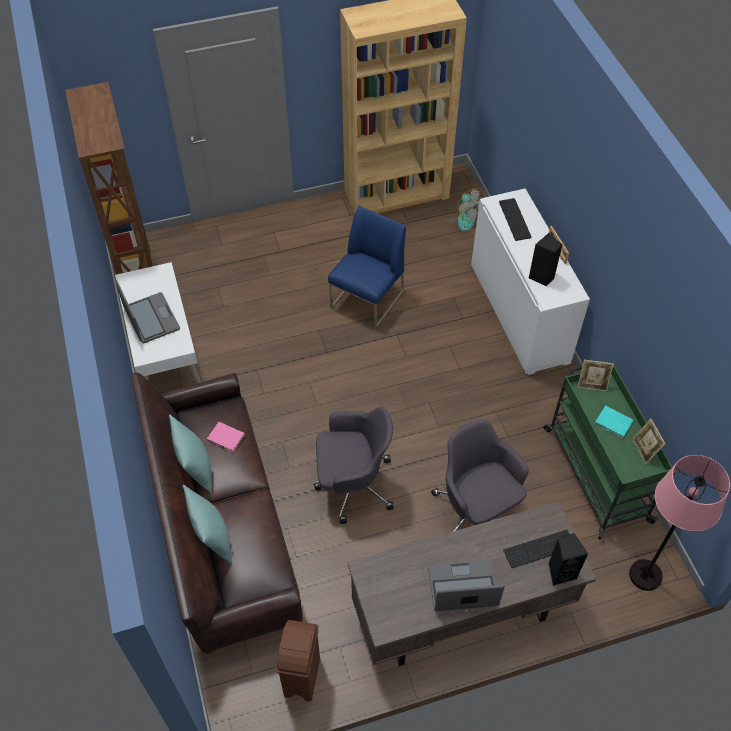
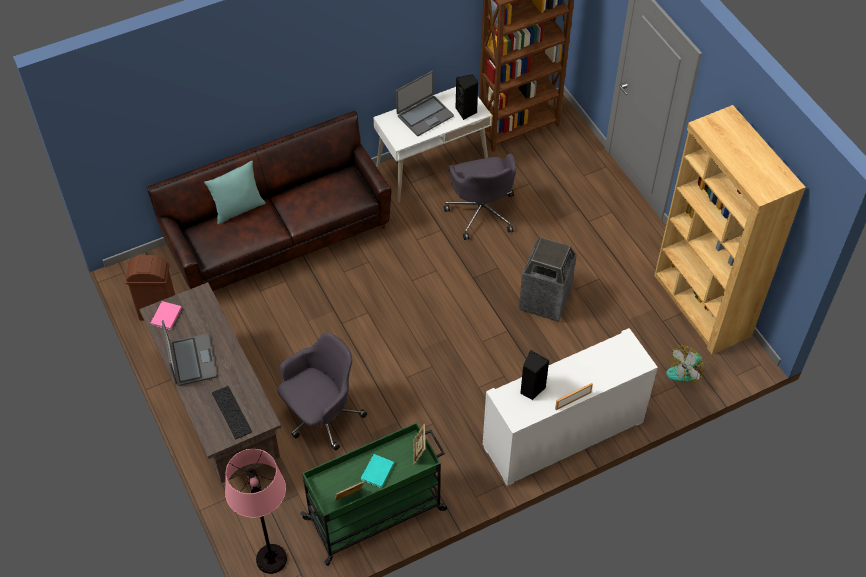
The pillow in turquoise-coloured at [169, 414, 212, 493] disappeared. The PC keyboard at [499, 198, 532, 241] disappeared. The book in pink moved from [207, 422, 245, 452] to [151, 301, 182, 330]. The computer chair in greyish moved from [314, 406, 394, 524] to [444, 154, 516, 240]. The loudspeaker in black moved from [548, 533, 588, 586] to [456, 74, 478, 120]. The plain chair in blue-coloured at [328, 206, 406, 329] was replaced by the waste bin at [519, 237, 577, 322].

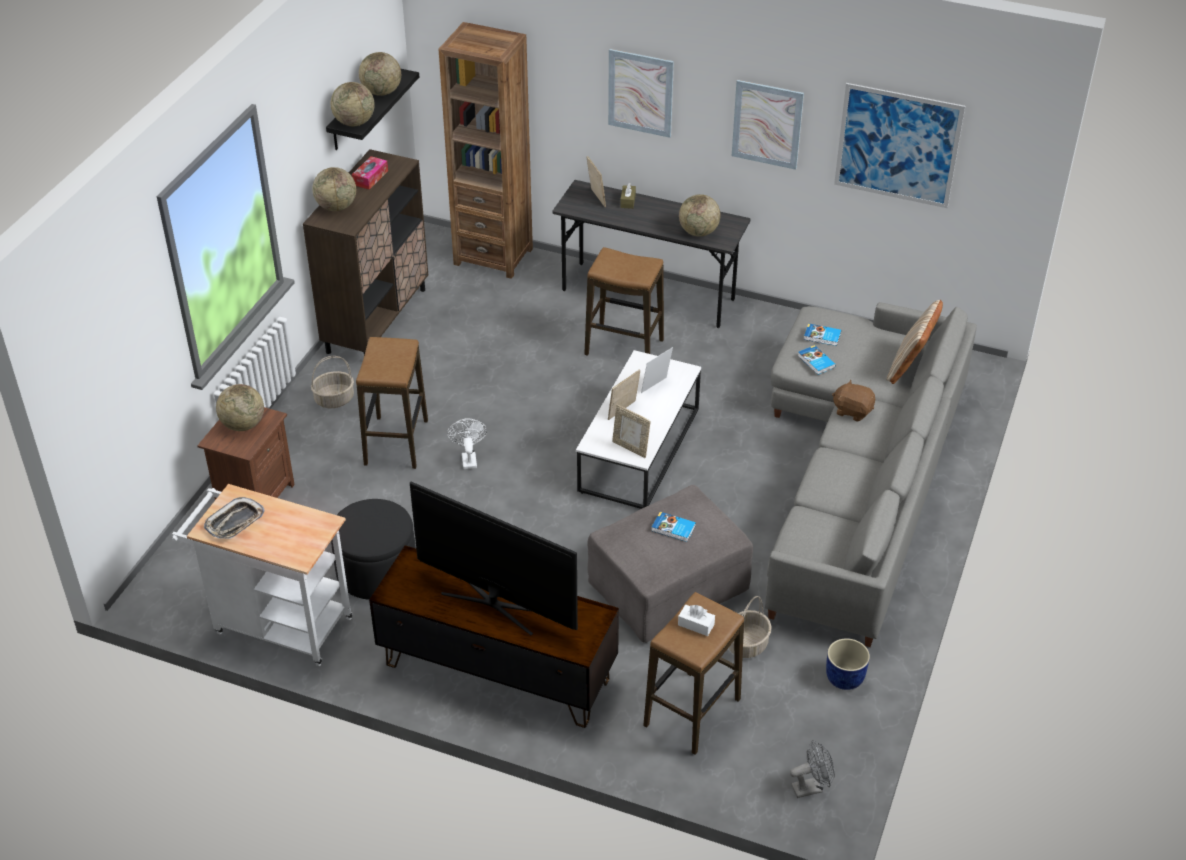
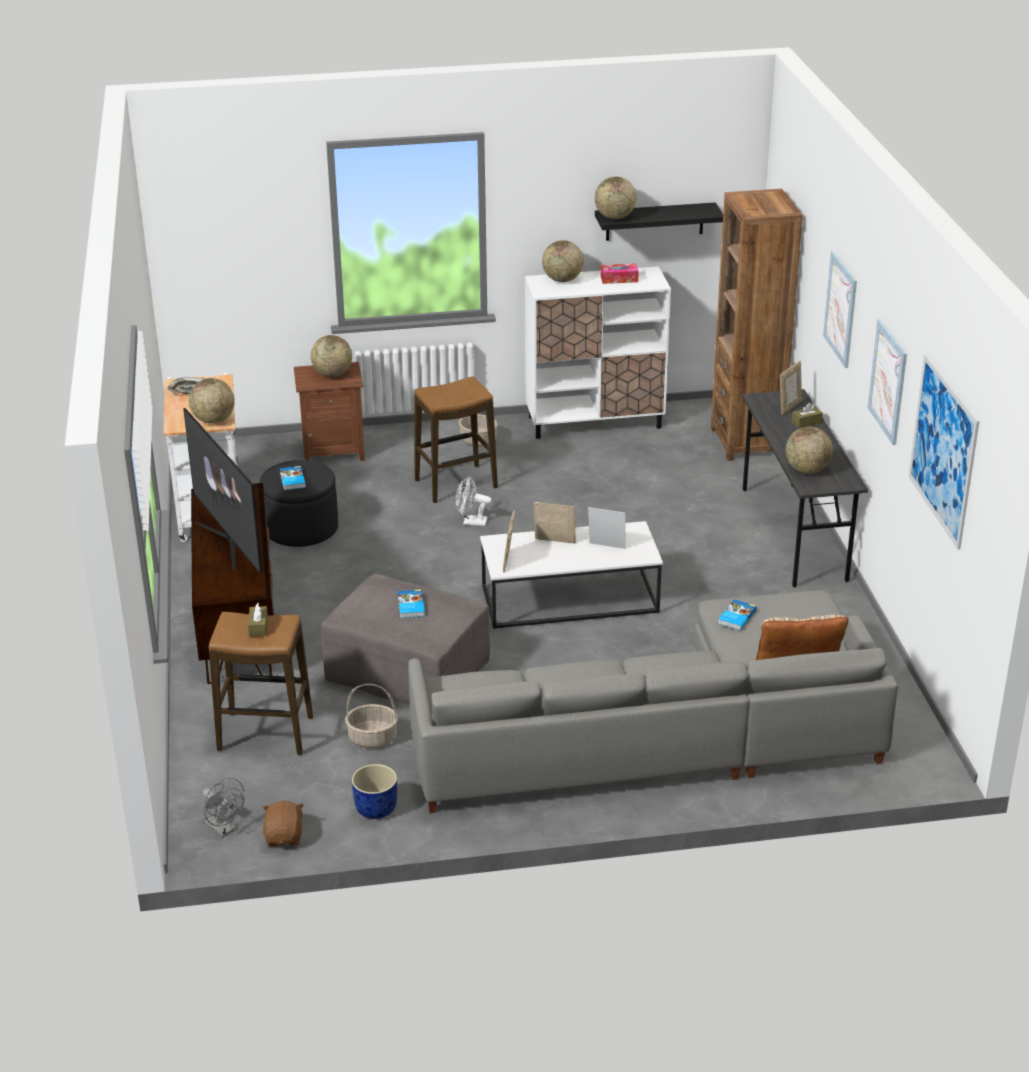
The stool at [584, 247, 664, 356] disappeared. The globe moved from [359, 52, 401, 96] to [189, 378, 235, 424]. The book moved from [804, 323, 841, 346] to [280, 466, 306, 490]. The cuddly toy in brown moved from [832, 380, 875, 422] to [262, 801, 304, 846]. The cabinet in brown at [303, 149, 428, 355] became the cabinet in whitish at [525, 266, 671, 439]. The box of tissues in whitish at [678, 605, 715, 636] became the box of tissues in brown at [248, 603, 268, 637]. The TV at [410, 482, 578, 635] turned 150 degrees clockwise. The electric fan in whitish at [447, 418, 487, 469] turned 135 degrees counterclockwise.

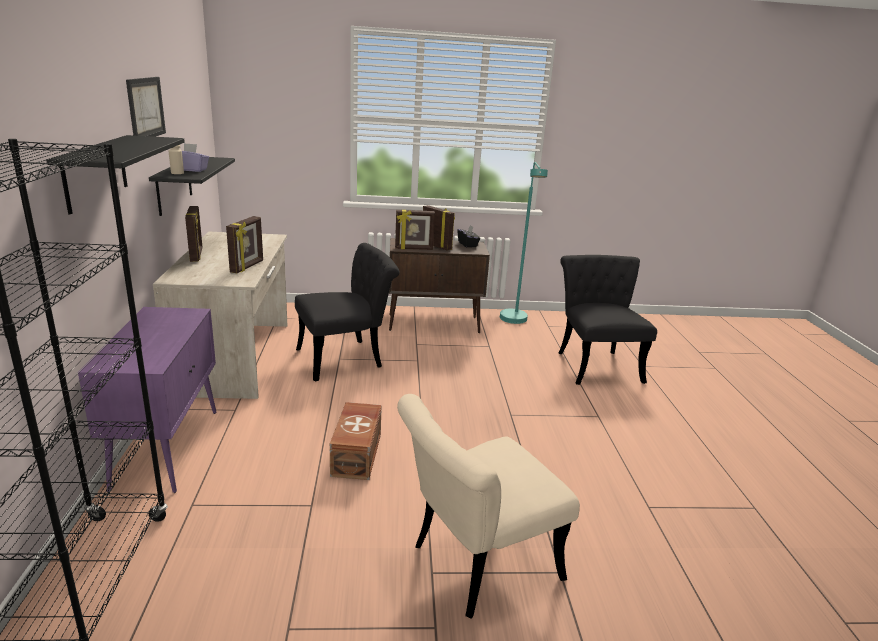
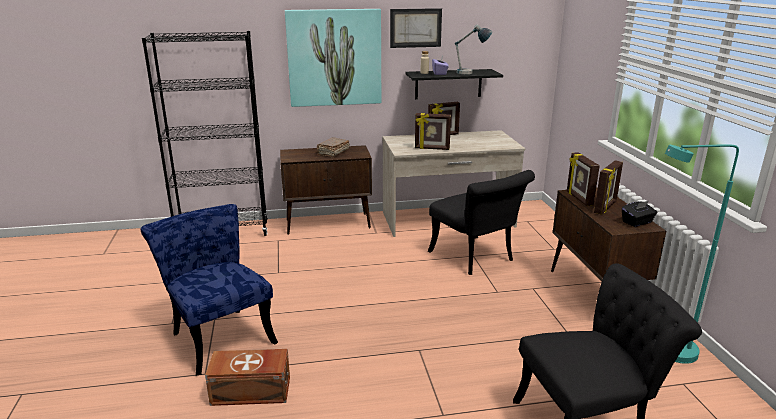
The book in brown at [317, 138, 350, 158] appeared. The lamp for a table at [455, 24, 492, 74] appeared. The storage box in brown moved from [330, 402, 382, 480] to [205, 349, 290, 406]. The wall shelf in black at [46, 135, 185, 214] was replaced by the wall picture at [285, 9, 381, 107]. The cabinet in purple-coloured at [78, 307, 217, 493] became the cabinet in brown at [280, 145, 372, 235]. The plain chair in beige at [397, 394, 580, 618] became the plain chair in blue-coloured at [140, 204, 278, 376].

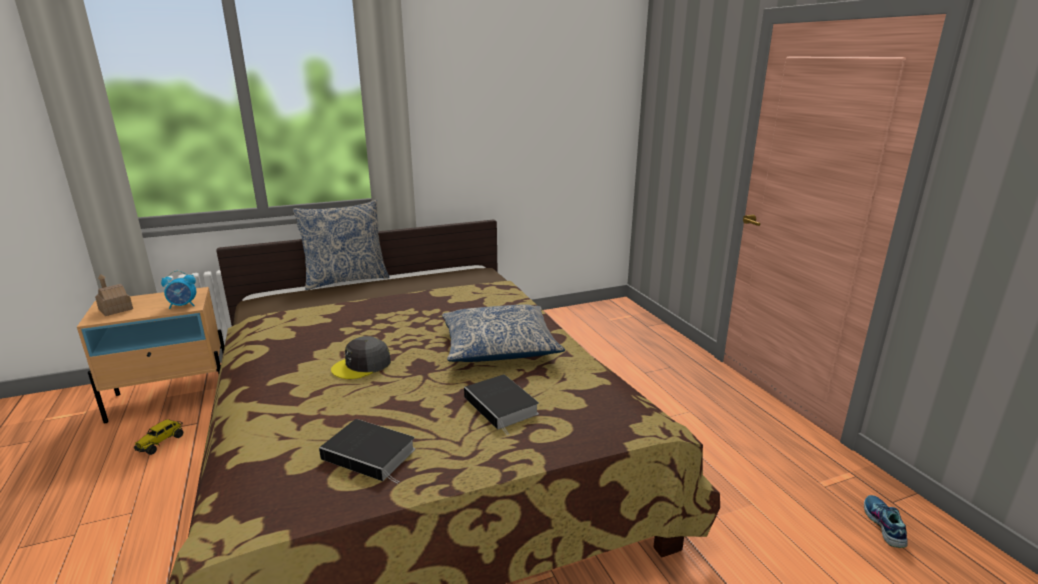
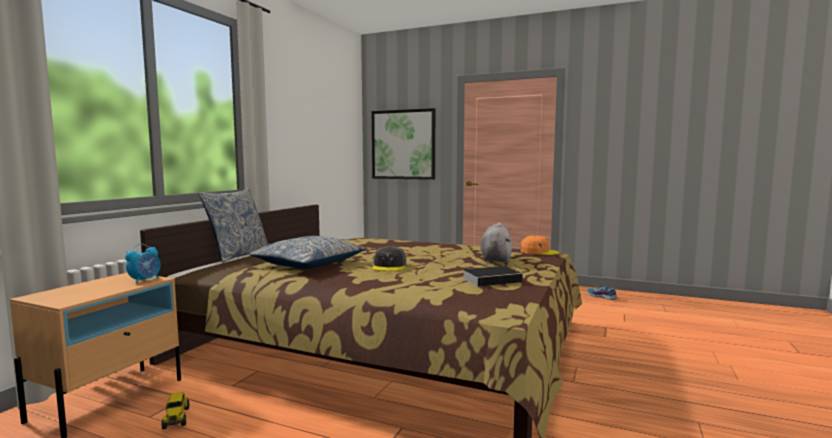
The model house at [95, 274, 133, 316] disappeared. The wall picture at [372, 108, 435, 180] appeared. The peaked cap in orangey at [521, 235, 559, 255] appeared. The pillow moved from [442, 305, 565, 362] to [249, 236, 366, 269]. The book at [464, 374, 539, 435] was replaced by the cuddly toy in greyish at [481, 222, 512, 263].

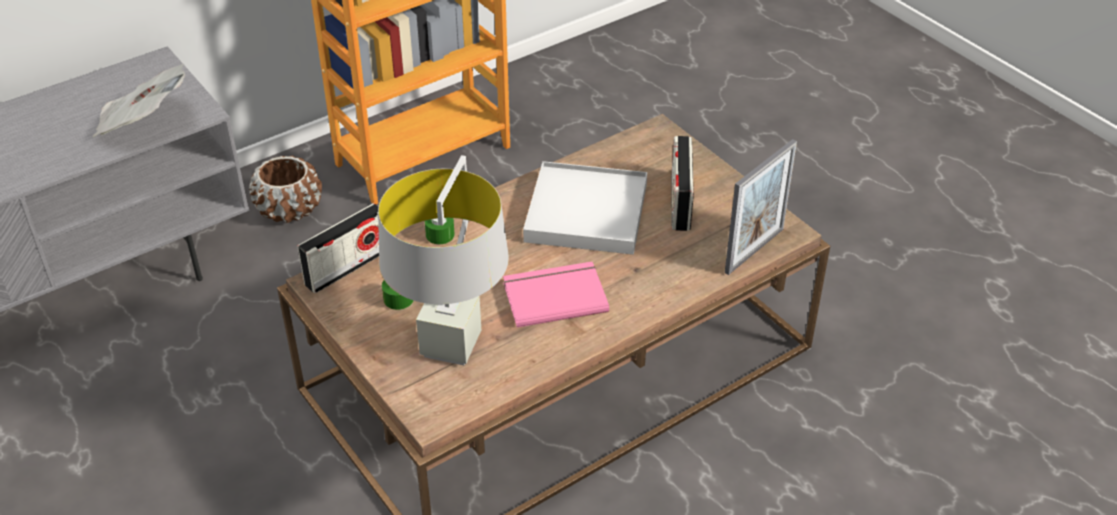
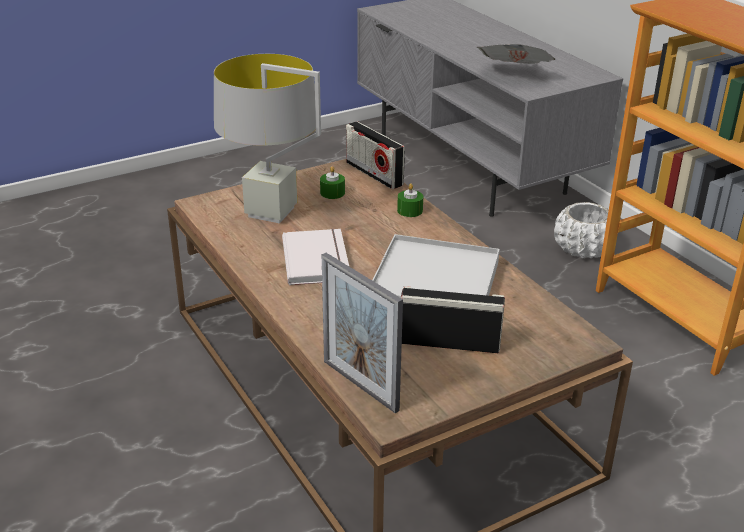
The planter in brown at [249, 156, 322, 223] became the planter in whitish at [554, 202, 609, 258]. The book in pink at [503, 262, 609, 328] became the book in whitish at [282, 229, 349, 285].

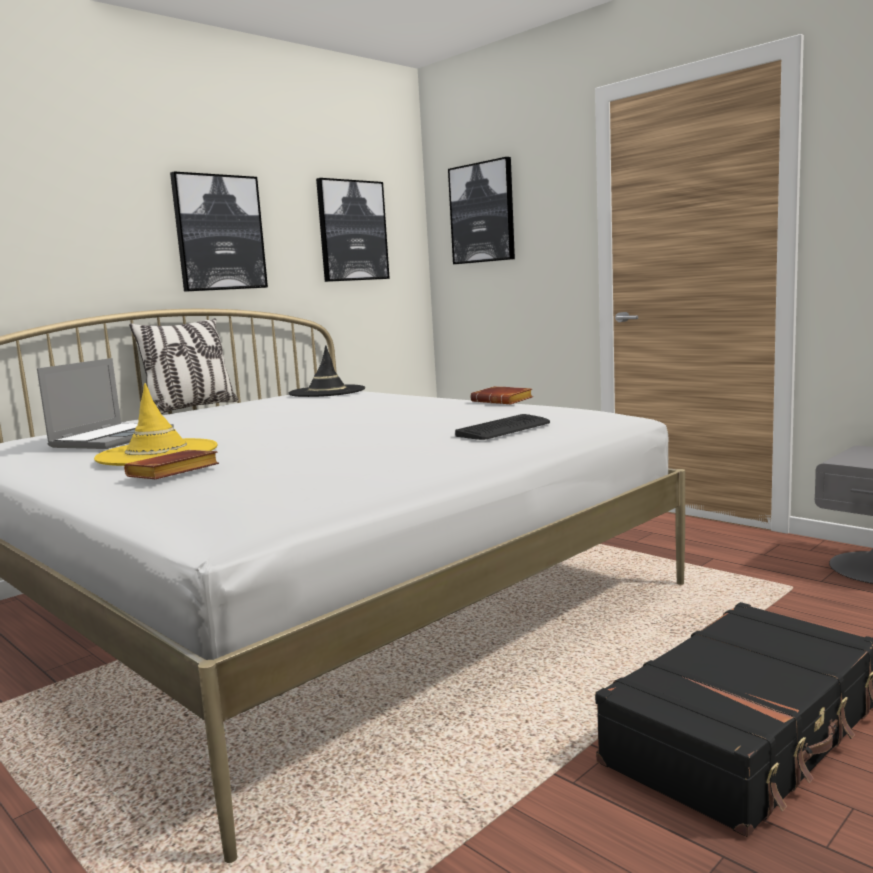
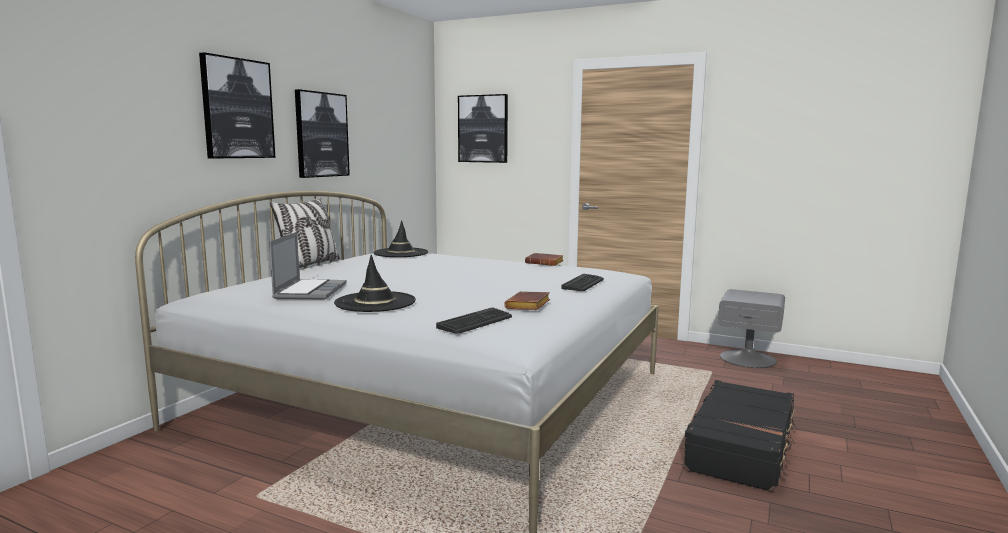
The PC keyboard at [436, 308, 512, 334] appeared. The book in brown moved from [124, 450, 219, 479] to [504, 291, 550, 310]. The wall picture moved from [316, 178, 390, 282] to [199, 52, 275, 159]. The wearable hat in yellow-coloured at [94, 383, 217, 466] became the wearable hat in black at [334, 255, 416, 312].

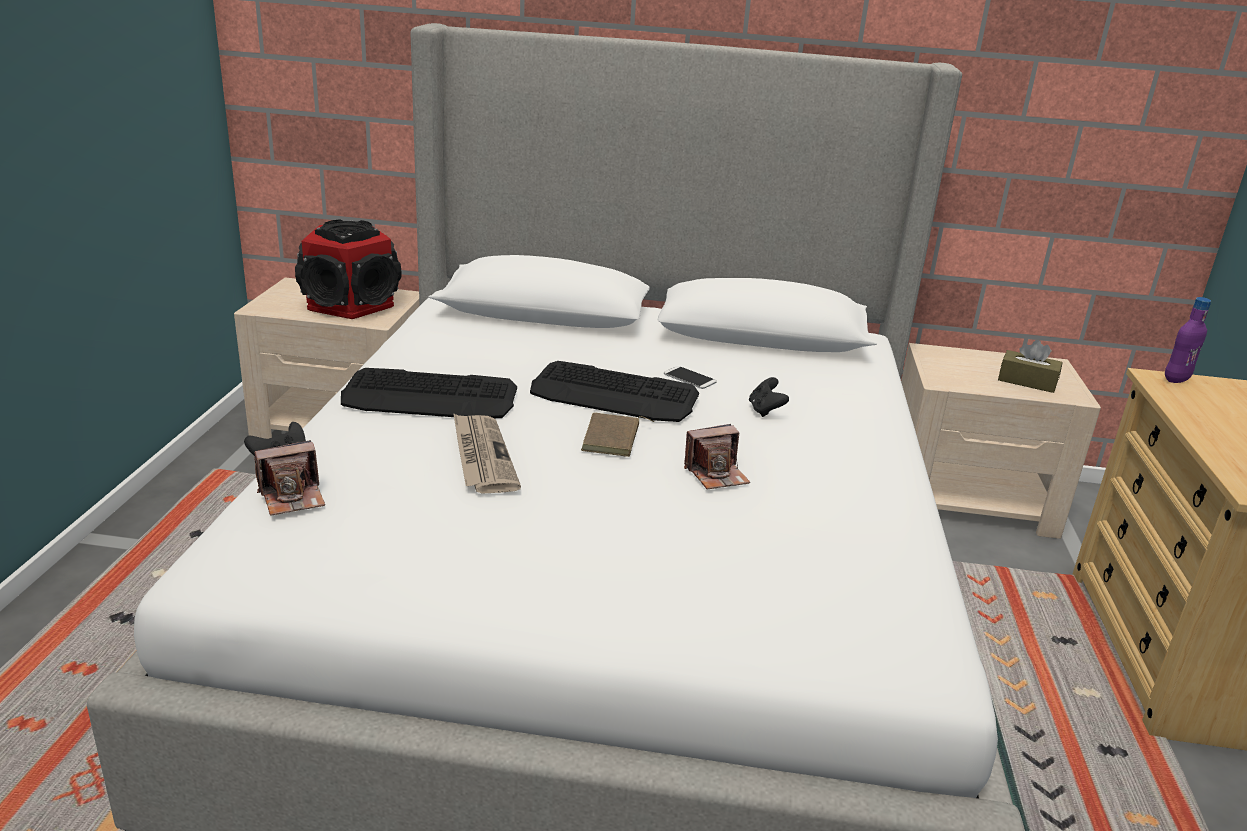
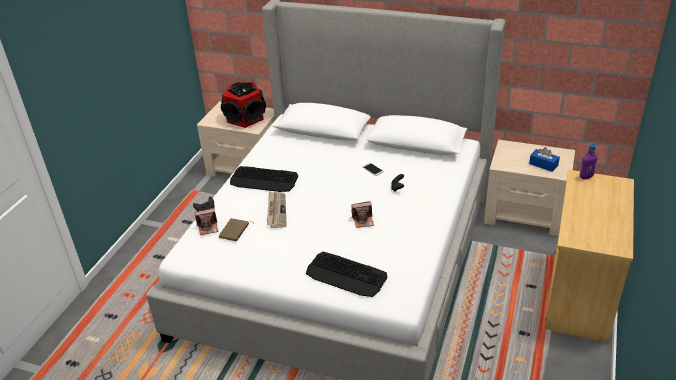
The PC keyboard moved from [530, 361, 699, 422] to [306, 252, 387, 297]. The book in brown moved from [581, 412, 654, 457] to [219, 218, 253, 242]. The box of tissues in brown at [998, 340, 1063, 393] became the box of tissues in blue-coloured at [529, 147, 560, 172].

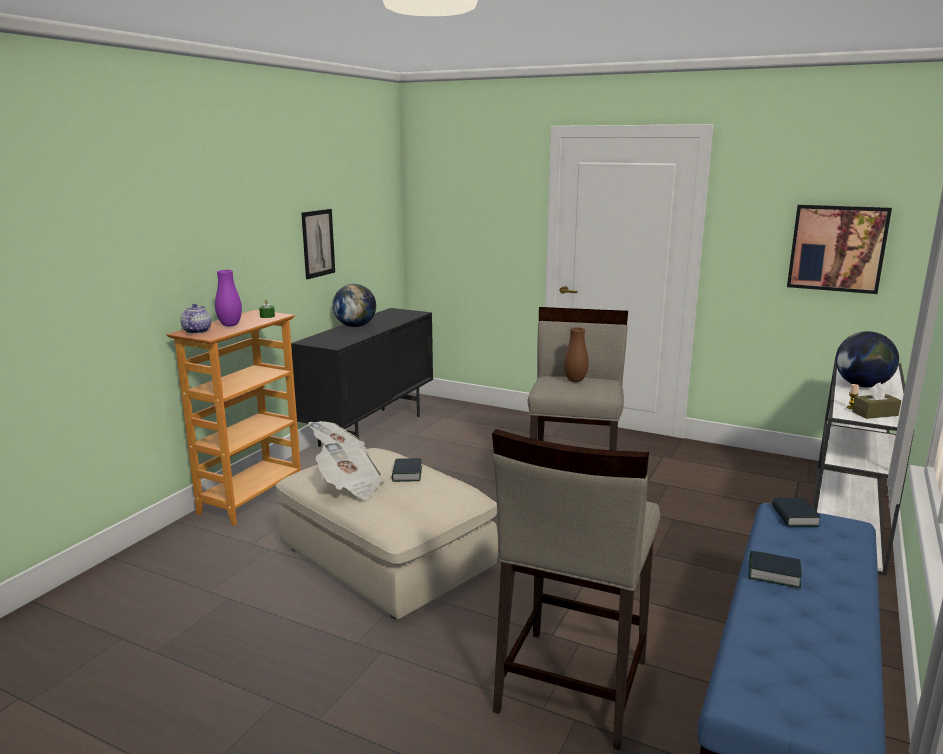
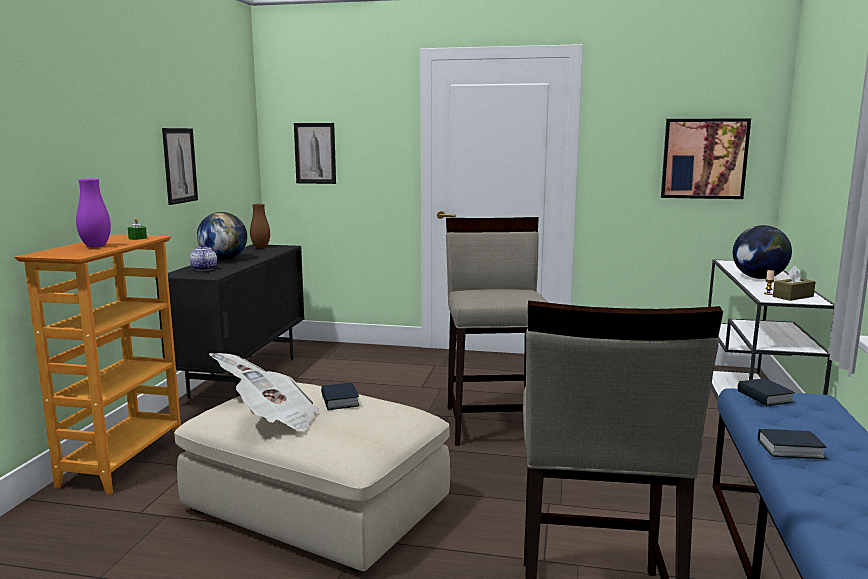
The wall picture at [294, 123, 336, 184] appeared. The teapot moved from [180, 304, 211, 334] to [190, 244, 217, 271]. The decorative vase in brown moved from [564, 327, 589, 382] to [250, 204, 270, 248].

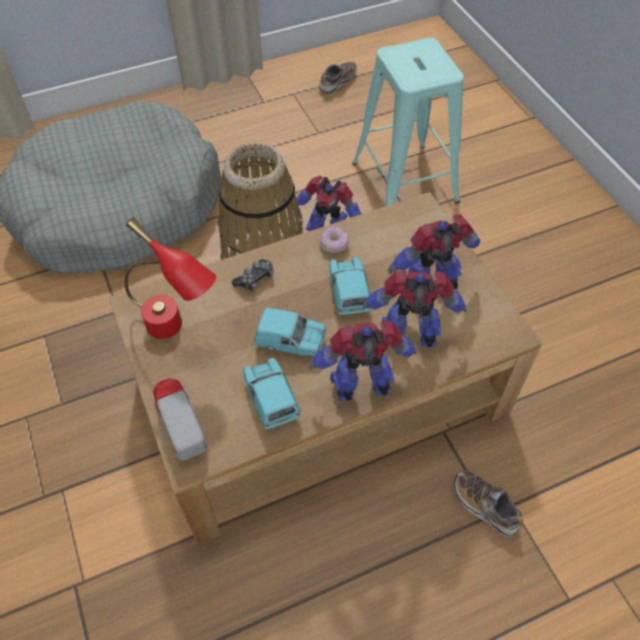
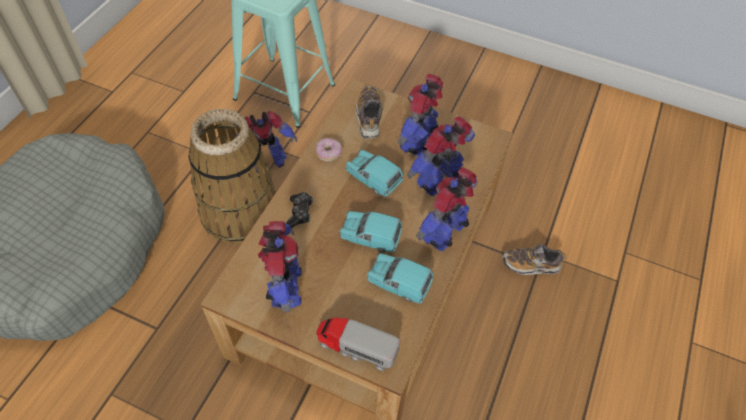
The low shoe moved from [319, 61, 357, 94] to [355, 86, 382, 139]. The lamp for a table in red-coloured at [124, 217, 216, 339] was replaced by the robot figure at [258, 221, 302, 313]. The toy car in turquoise-coloured at [254, 307, 326, 357] turned 135 degrees counterclockwise.

